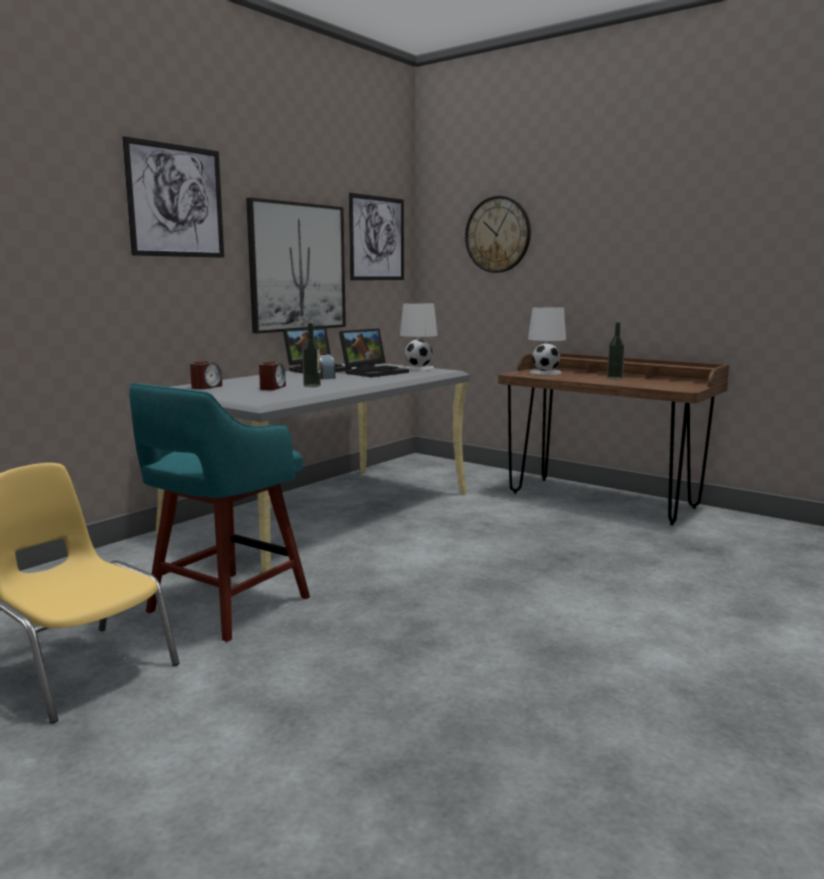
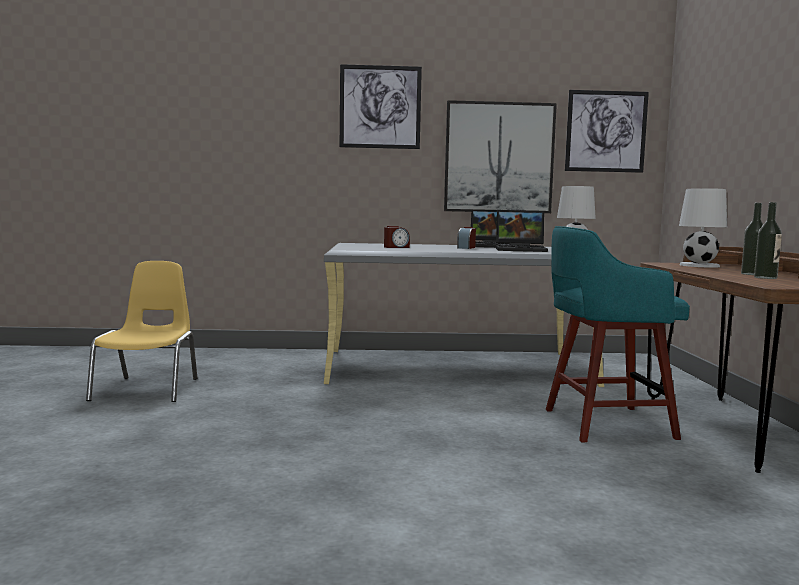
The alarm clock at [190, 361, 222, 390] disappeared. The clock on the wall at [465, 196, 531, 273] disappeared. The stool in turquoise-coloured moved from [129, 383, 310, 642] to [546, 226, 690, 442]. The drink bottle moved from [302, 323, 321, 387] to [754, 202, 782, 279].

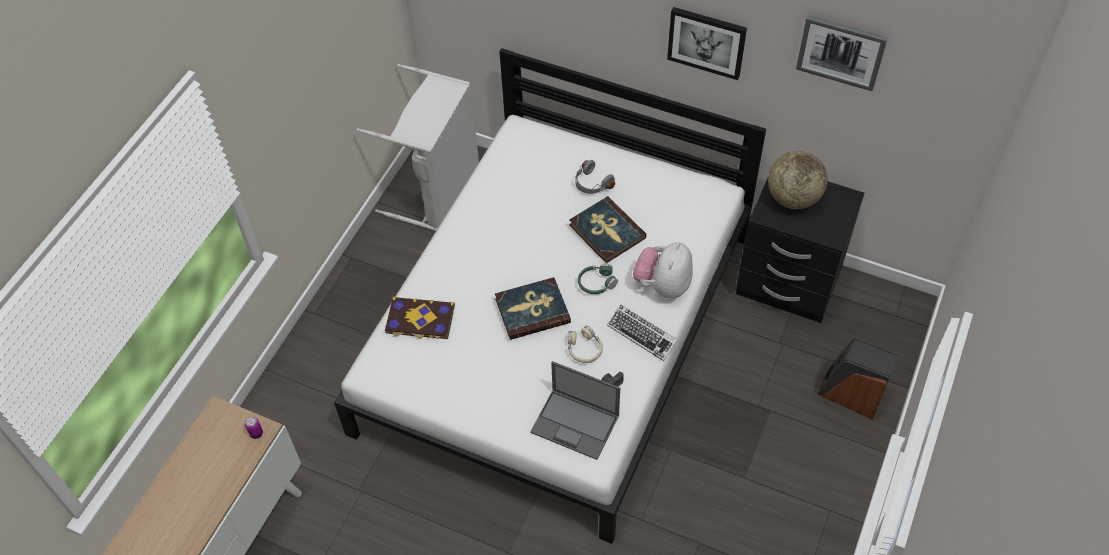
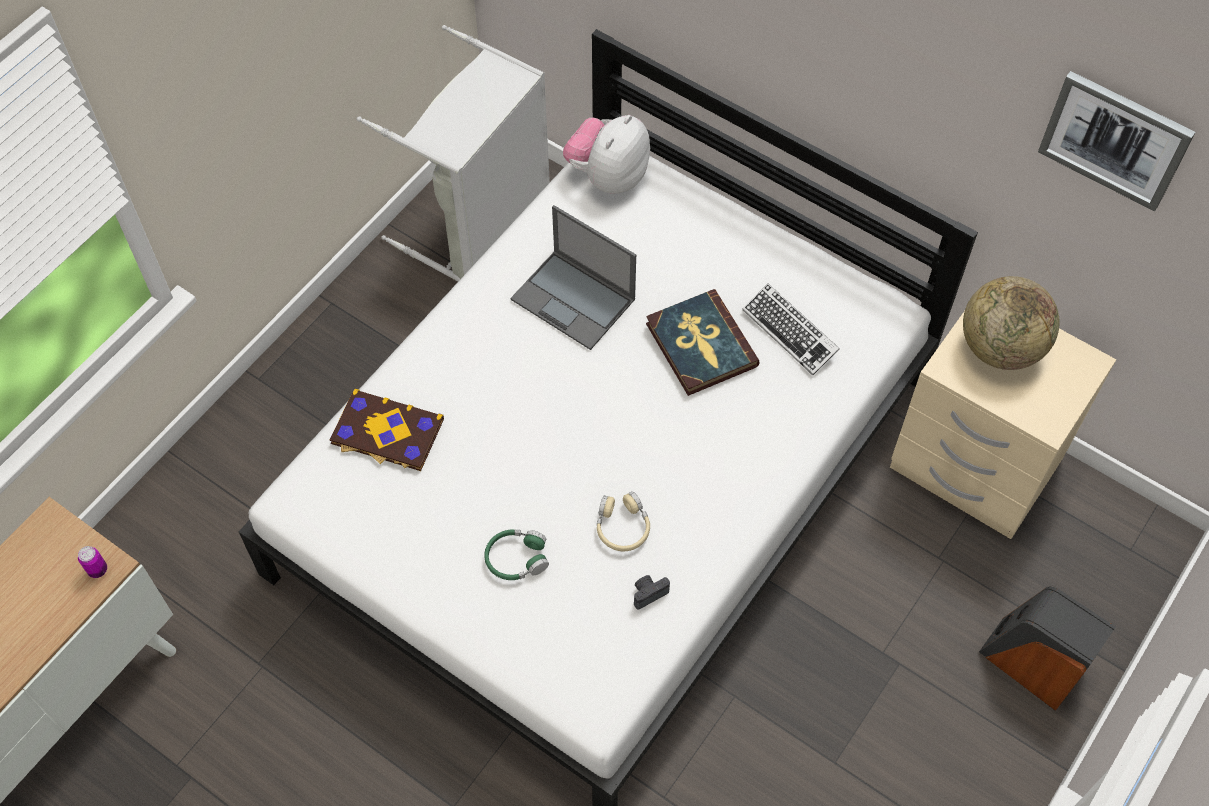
The book at [495, 277, 571, 340] disappeared. The headphones in greyish at [575, 160, 615, 194] disappeared. The wall picture at [667, 7, 747, 80] disappeared. The laptop moved from [530, 361, 620, 460] to [511, 205, 636, 350]. The headphones in green moved from [578, 263, 618, 294] to [484, 529, 549, 580]. The PC keyboard moved from [607, 304, 678, 361] to [742, 283, 839, 375]. The cuddly toy moved from [633, 242, 693, 298] to [563, 115, 650, 194]. The bedside table in black at [736, 178, 864, 323] became the bedside table in beige at [890, 311, 1116, 539].

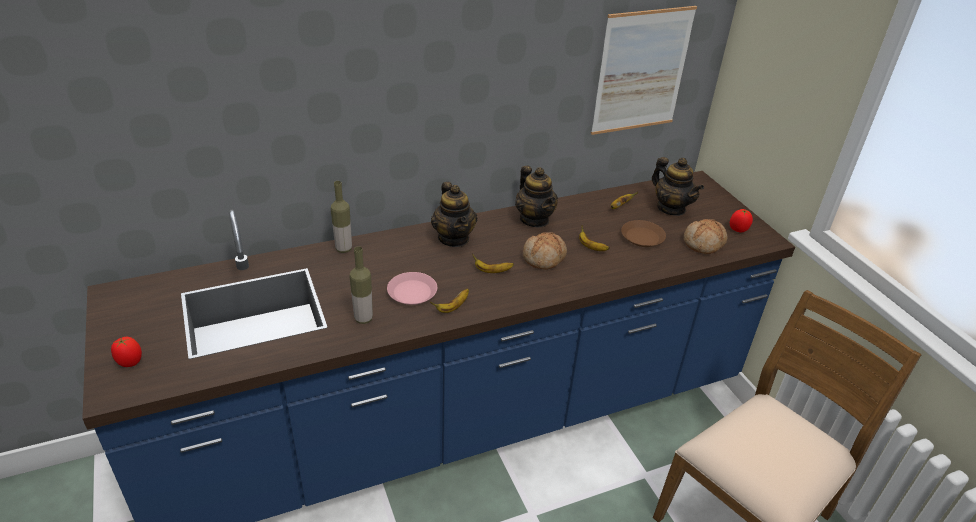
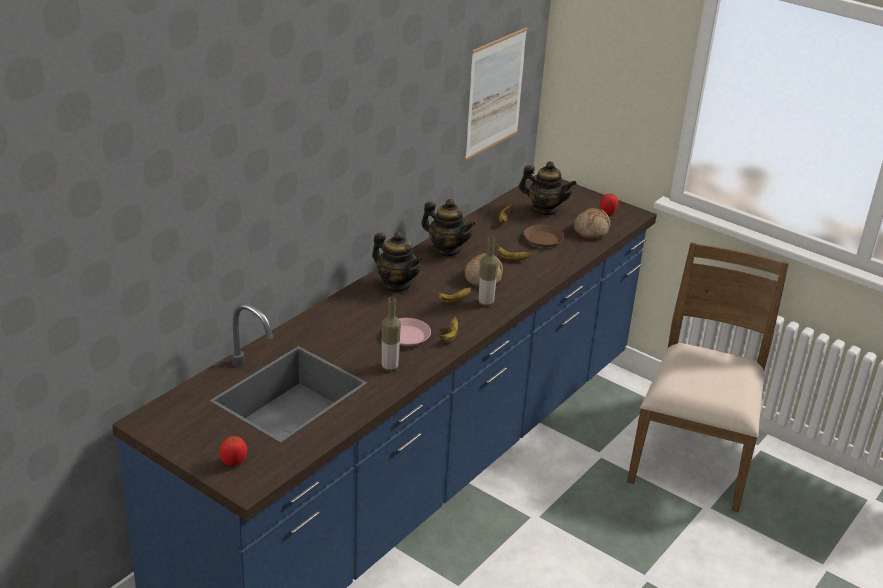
The drink bottle moved from [331, 181, 352, 253] to [479, 237, 498, 306].

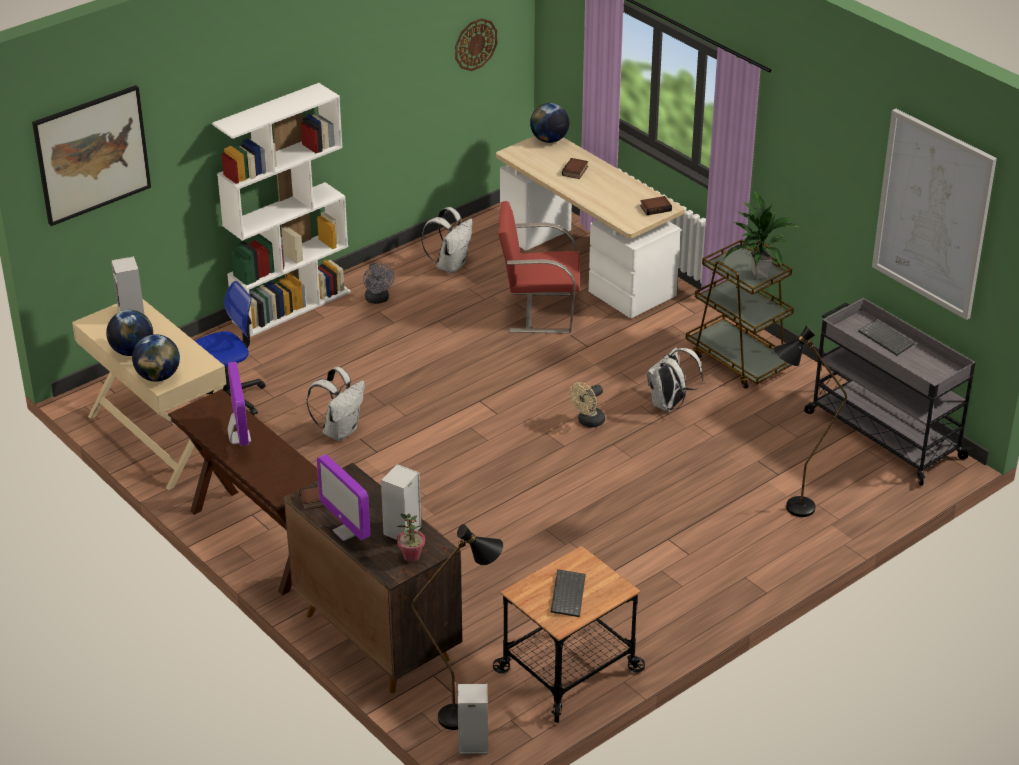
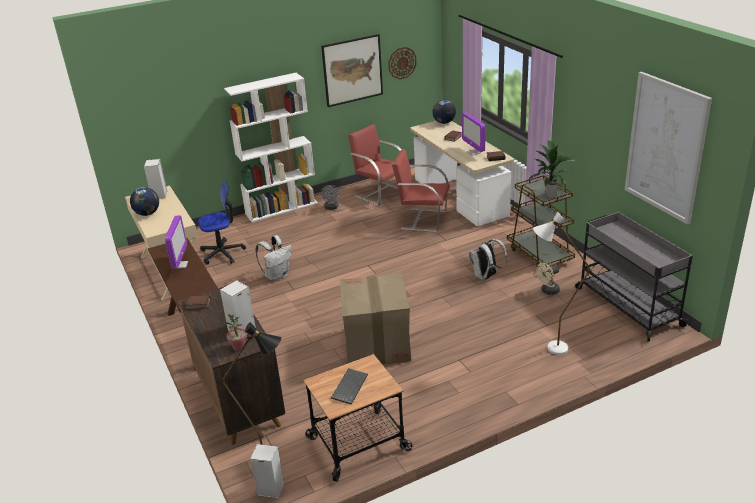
The globe at [132, 334, 180, 382] disappeared. The PC keyboard at [858, 319, 915, 355] disappeared. The packing box at [340, 273, 411, 364] appeared. The wall picture moved from [32, 85, 151, 226] to [321, 34, 383, 107]. The computer screen moved from [317, 454, 370, 541] to [462, 113, 485, 155]. The electric fan in beige moved from [570, 382, 605, 428] to [536, 263, 560, 295]. The backpack in whitish at [422, 207, 473, 274] was replaced by the plain chair in red-coloured at [348, 124, 402, 206]. The floor lamp in black at [774, 326, 847, 517] became the floor lamp in whitish at [533, 212, 590, 355].

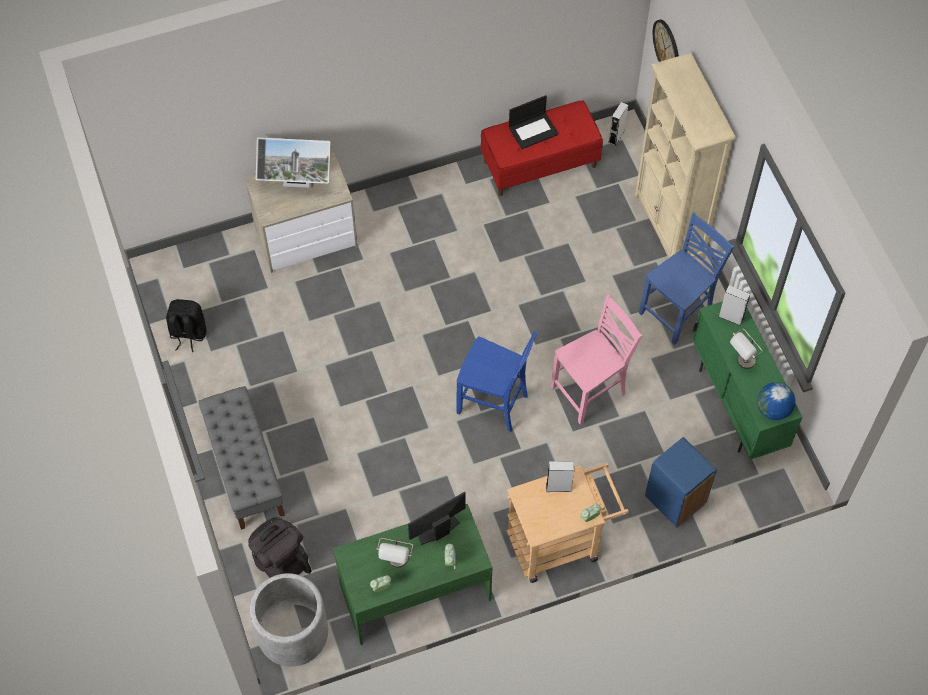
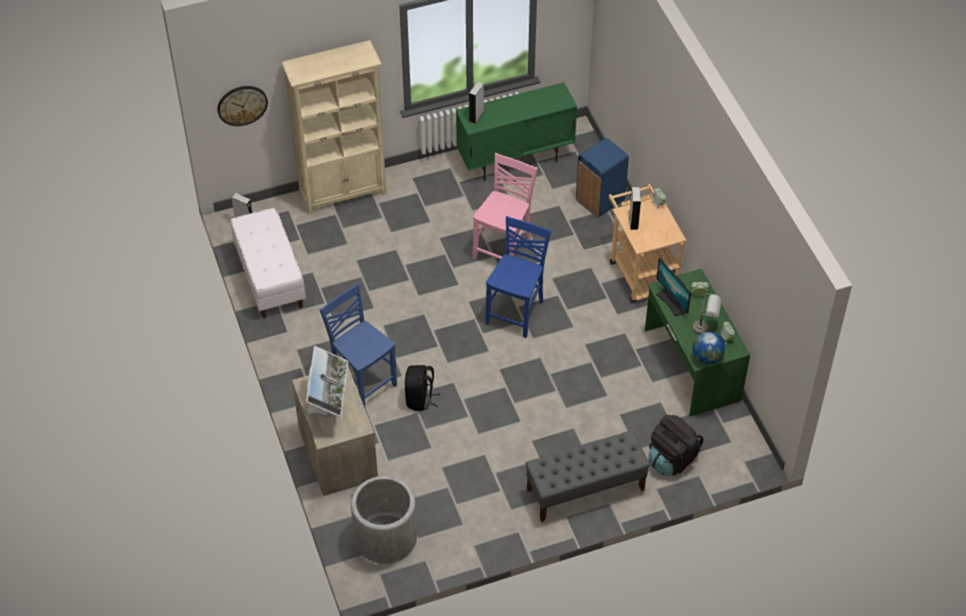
The laptop at [509, 95, 559, 149] disappeared. The lamp for a table in greyish at [730, 329, 763, 369] disappeared. The backpack in black moved from [166, 299, 207, 352] to [405, 365, 440, 411]. The planter in greyish moved from [249, 573, 328, 666] to [351, 476, 417, 564]. The plain chair in blue-coloured moved from [639, 212, 734, 345] to [320, 283, 397, 408]. The globe moved from [757, 382, 796, 420] to [692, 331, 725, 364]. The long seat in red-coloured at [481, 100, 603, 196] became the long seat in whitish at [231, 208, 306, 318]. The plain chair in pink at [551, 294, 642, 425] turned 60 degrees clockwise.

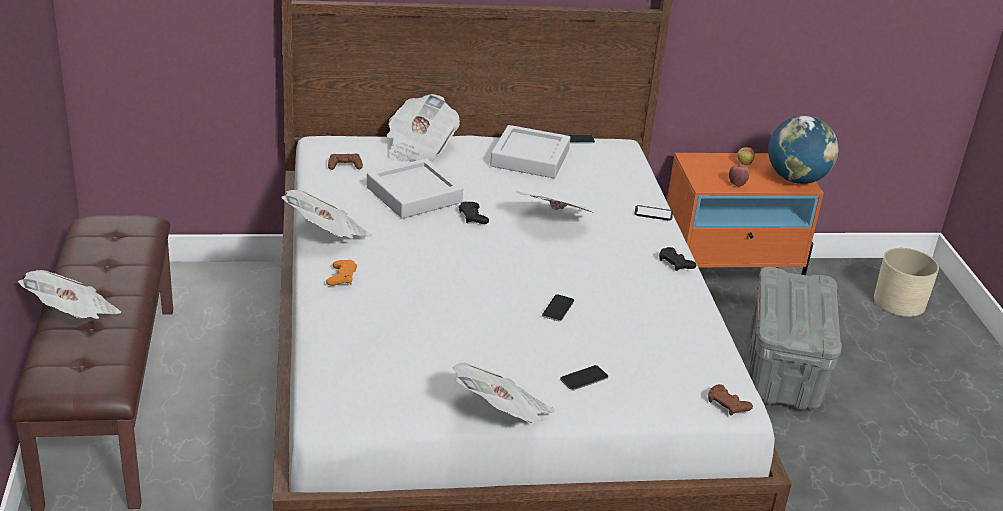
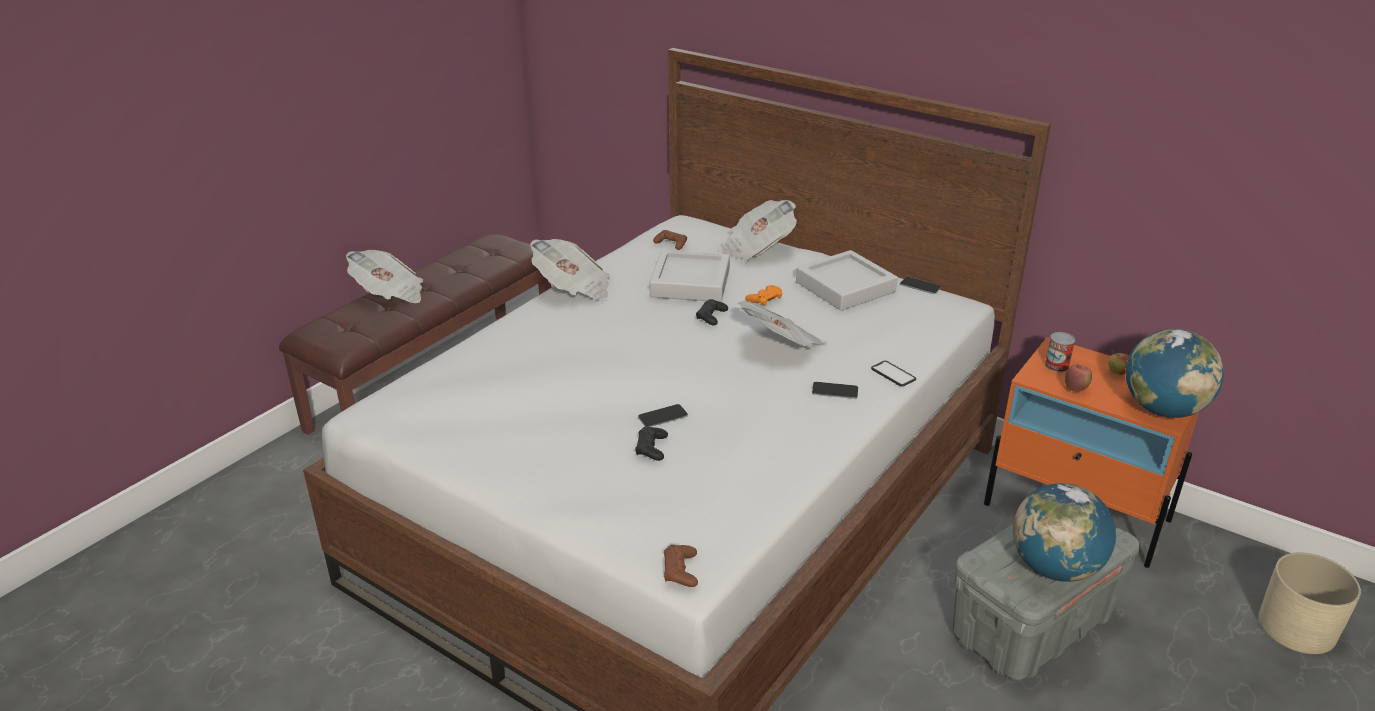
The newspaper at [453, 363, 555, 423] disappeared. The globe at [1013, 483, 1116, 582] appeared. The metal can at [1045, 332, 1075, 372] appeared. The gamepad in orangey moved from [326, 260, 357, 286] to [746, 285, 782, 306]. The telephone moved from [560, 365, 608, 390] to [812, 382, 858, 399]. The gamepad in black moved from [659, 247, 696, 271] to [635, 426, 668, 461].

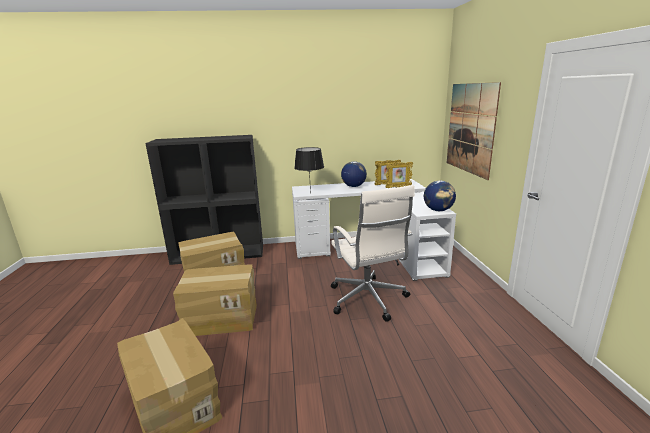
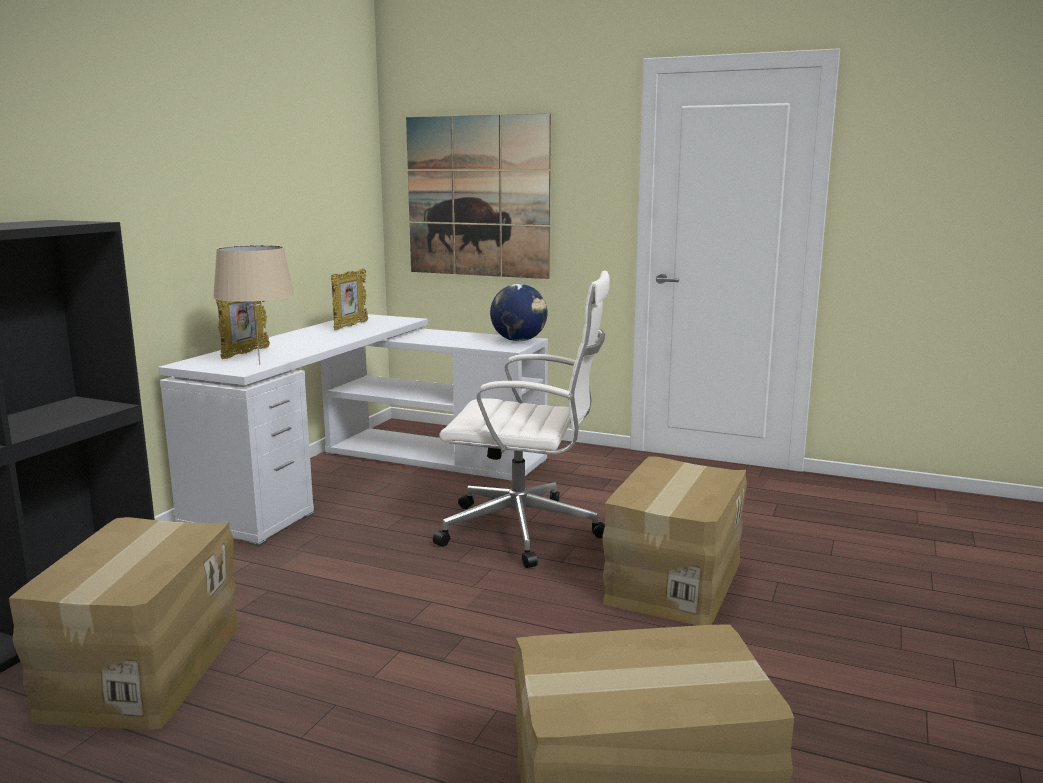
The globe at [341, 161, 367, 187] disappeared. The packing box moved from [173, 264, 257, 336] to [602, 456, 747, 625]. The standing frame moved from [385, 162, 413, 188] to [216, 300, 270, 359]. The lamp for a table in black at [294, 147, 324, 194] became the lamp for a table in beige at [213, 245, 294, 365].

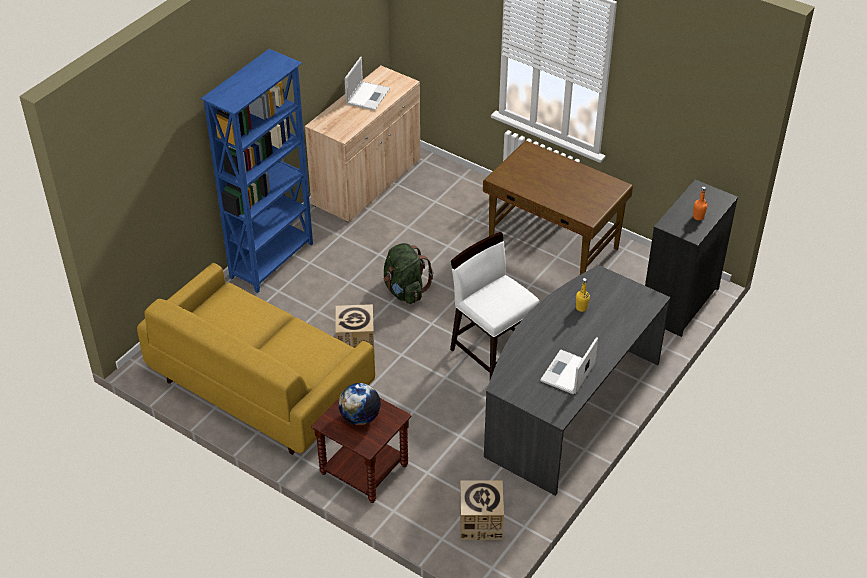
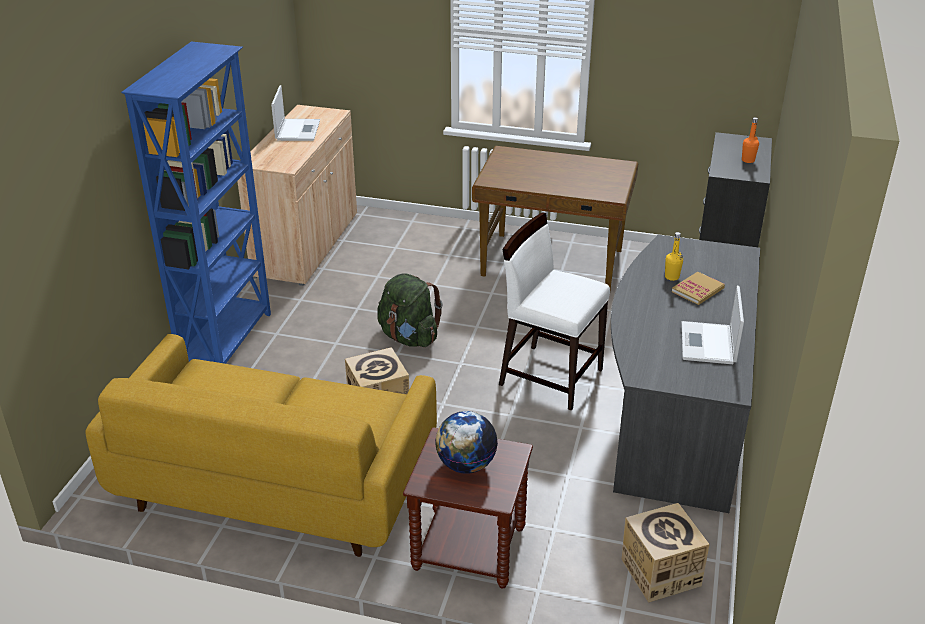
The book at [672, 272, 725, 305] appeared.

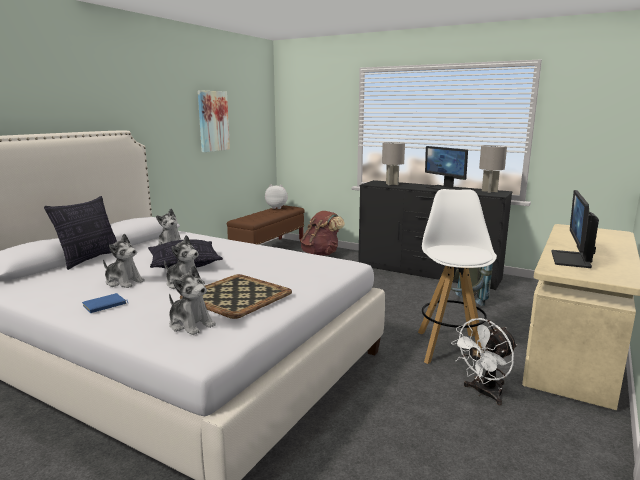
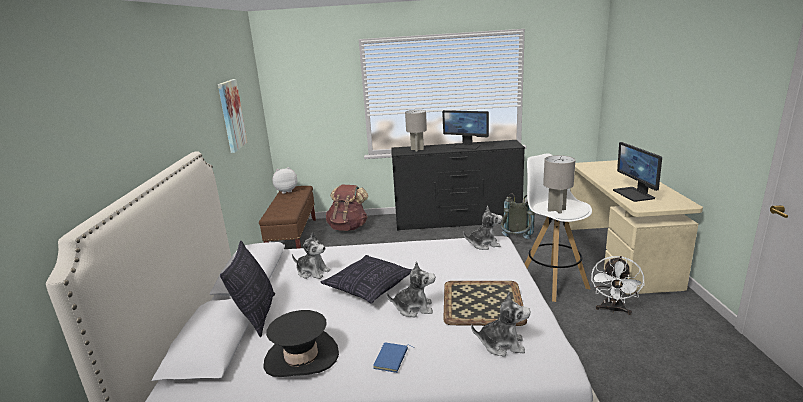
The wearable hat in black at [263, 310, 339, 377] appeared. The cuddly toy moved from [103, 234, 145, 288] to [463, 206, 503, 250]. The lamp for a table in greyish moved from [479, 145, 507, 193] to [543, 155, 575, 214].

